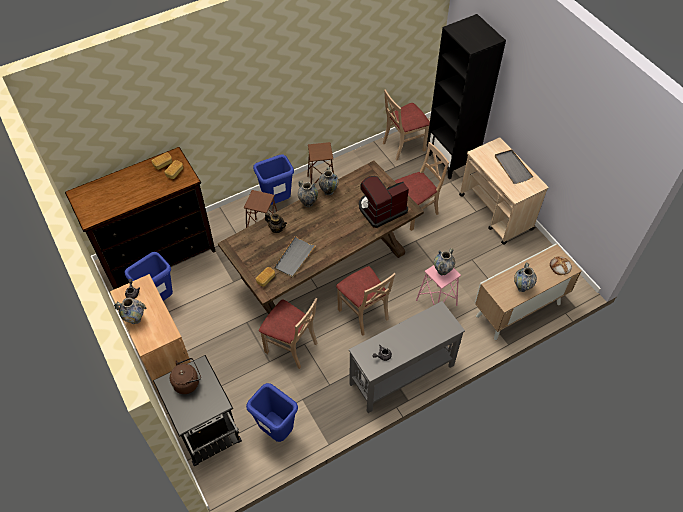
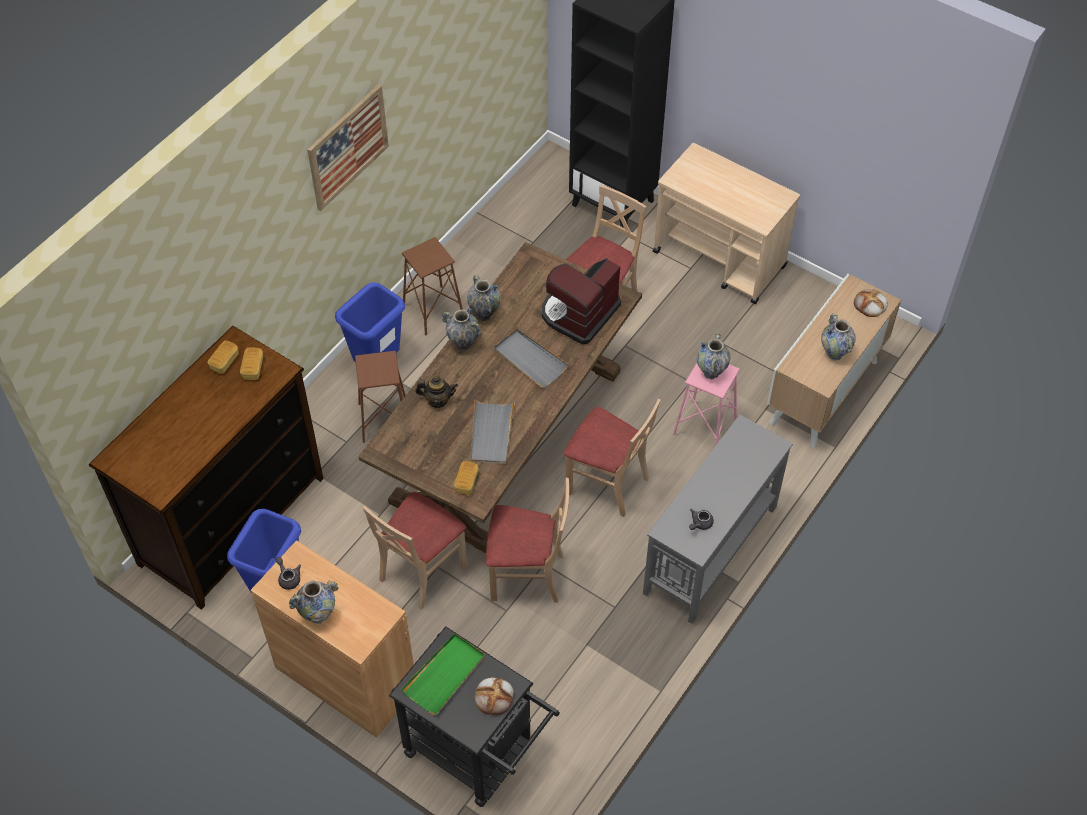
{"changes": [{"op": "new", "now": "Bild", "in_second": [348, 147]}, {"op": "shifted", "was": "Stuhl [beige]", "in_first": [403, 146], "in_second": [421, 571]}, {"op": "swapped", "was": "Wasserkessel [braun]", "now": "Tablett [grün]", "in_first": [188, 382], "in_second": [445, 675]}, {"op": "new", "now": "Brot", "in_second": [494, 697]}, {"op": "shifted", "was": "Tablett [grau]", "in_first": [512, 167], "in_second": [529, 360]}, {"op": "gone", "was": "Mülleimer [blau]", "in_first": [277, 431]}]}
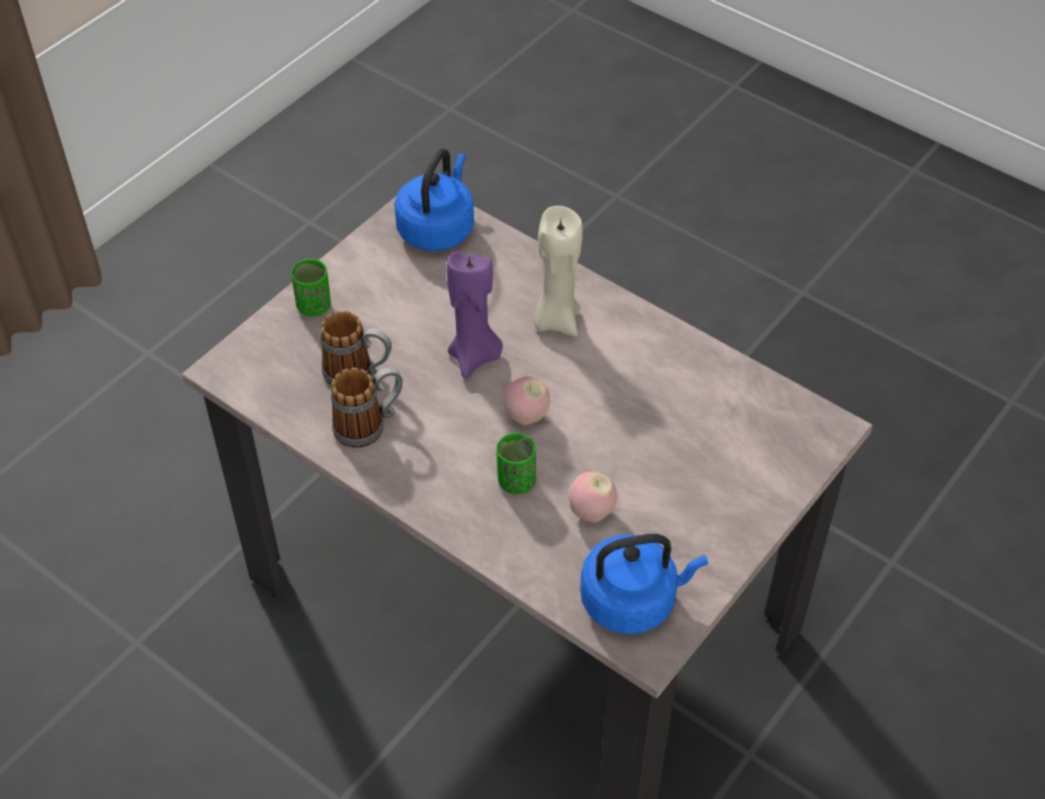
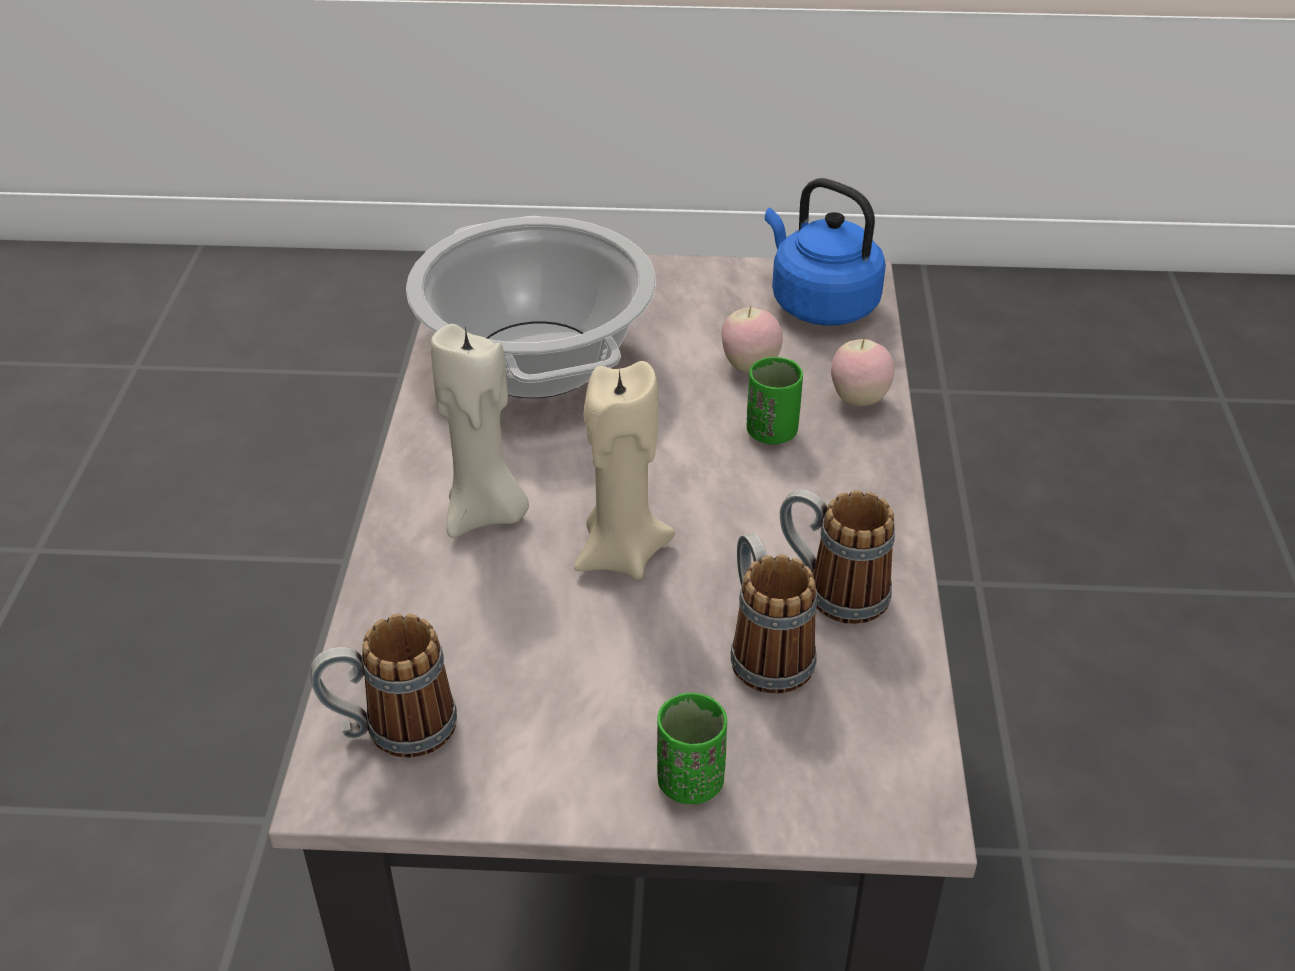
{"changes": [{"op": "swapped", "was": "Wasserkessel [blau]", "now": "Henkelbecher", "in_first": [437, 228], "in_second": [392, 730]}, {"op": "new", "now": "Kochtopf", "in_second": [537, 361]}, {"op": "repainted", "was": "Kerze [lila]", "now": "Kerze [beige]", "in_first": [475, 357], "in_second": [621, 555]}, {"op": "shifted", "was": "Apfel", "in_first": [526, 416], "in_second": [858, 400]}]}
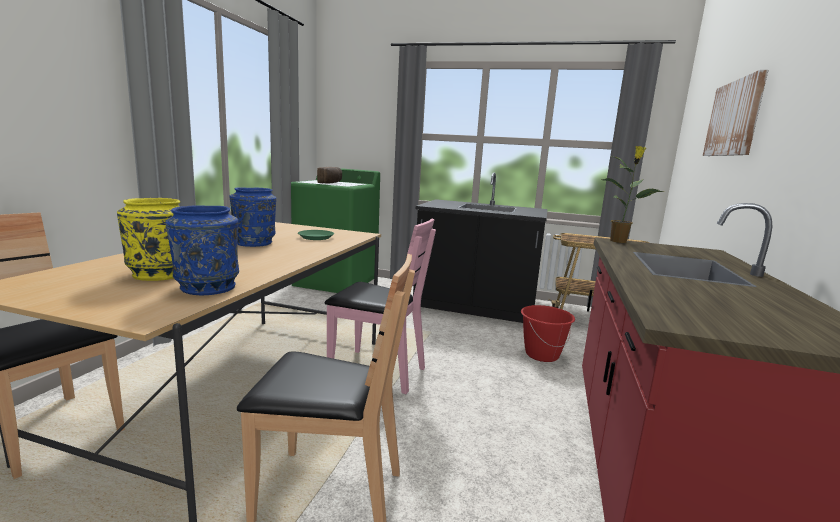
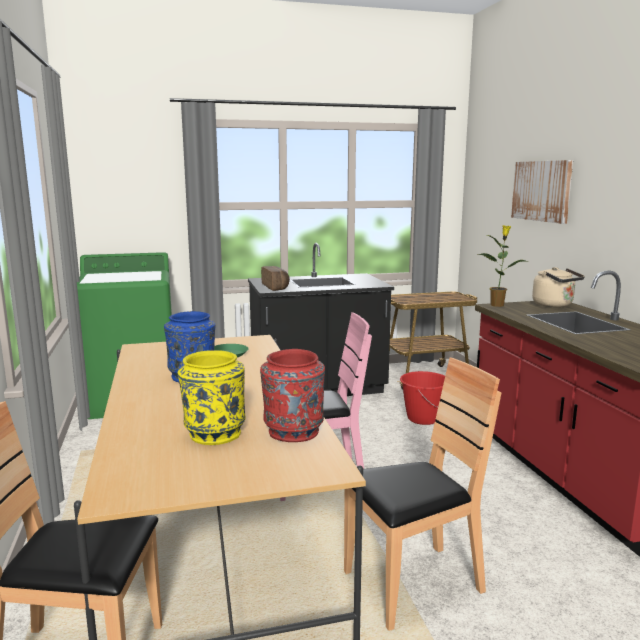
{"changes": [{"op": "repainted", "was": "Vase [blau]", "now": "Vase [rot]", "in_first": [207, 288], "in_second": [293, 432]}, {"op": "shifted", "was": "Brot", "in_first": [331, 183], "in_second": [276, 287]}, {"op": "new", "now": "Wasserkessel [beige]", "in_second": [555, 305]}]}
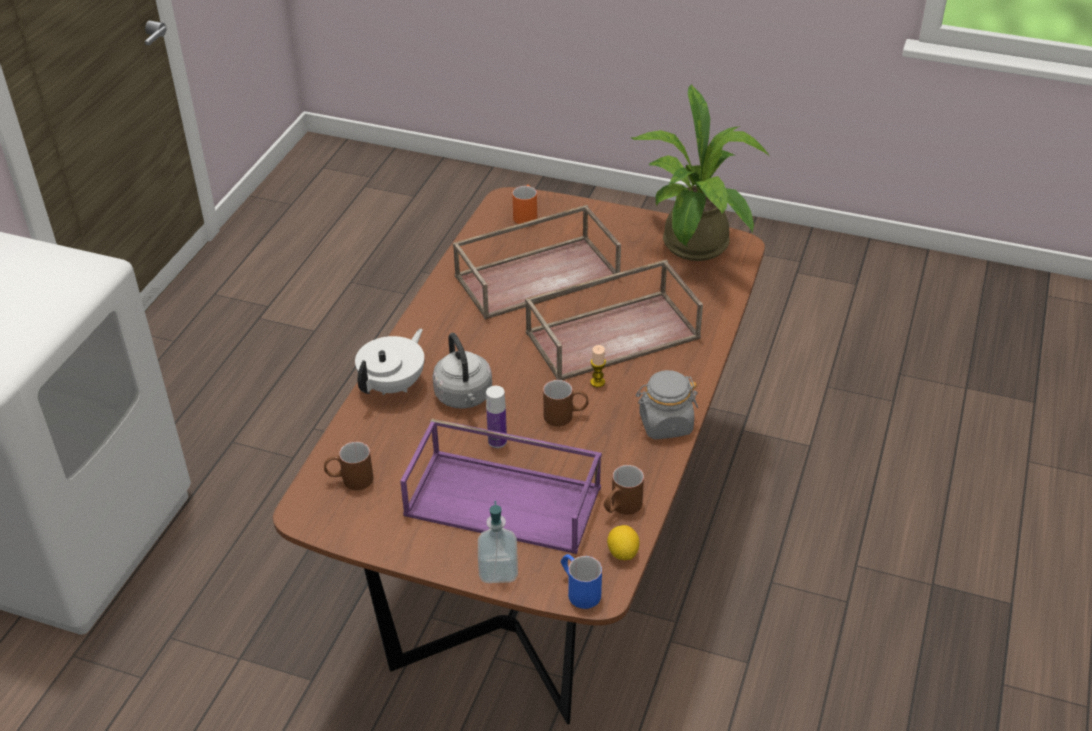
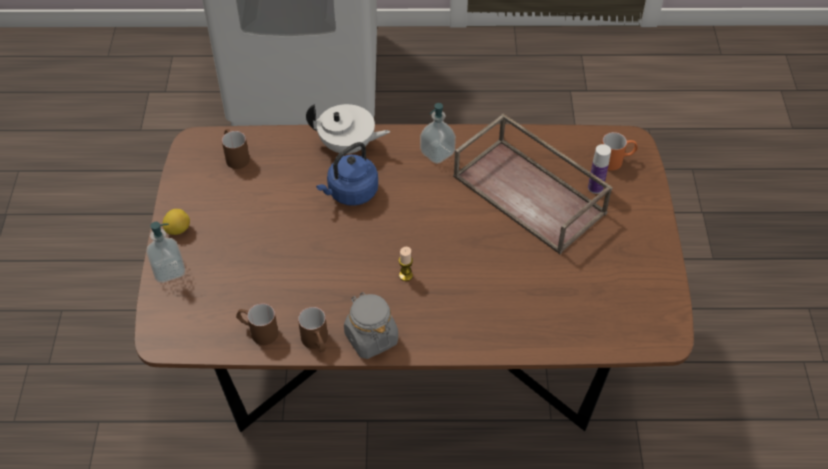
{"changes": [{"op": "shifted", "was": "Zitrone", "in_first": [623, 553], "in_second": [178, 229]}, {"op": "shifted", "was": "Henkelbecher [braun]", "in_first": [565, 416], "in_second": [317, 343]}, {"op": "repainted", "was": "Wasserkessel [grau]", "now": "Wasserkessel [blau]", "in_first": [464, 397], "in_second": [350, 193]}, {"op": "new", "now": "Seifenspender", "in_second": [437, 153]}, {"op": "shifted", "was": "Flasche", "in_first": [497, 441], "in_second": [595, 188]}, {"op": "gone", "was": "Tablett [lila]", "in_first": [505, 500]}, {"op": "gone", "was": "Tablett [braun]", "in_first": [613, 334]}, {"op": "gone", "was": "Henkelbecher [blau]", "in_first": [579, 590]}, {"op": "gone", "was": "Topfpflanze", "in_first": [694, 249]}]}
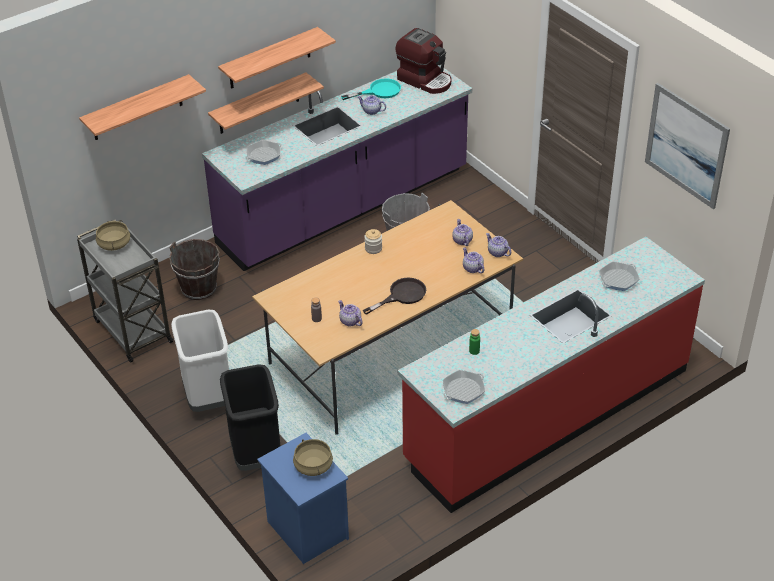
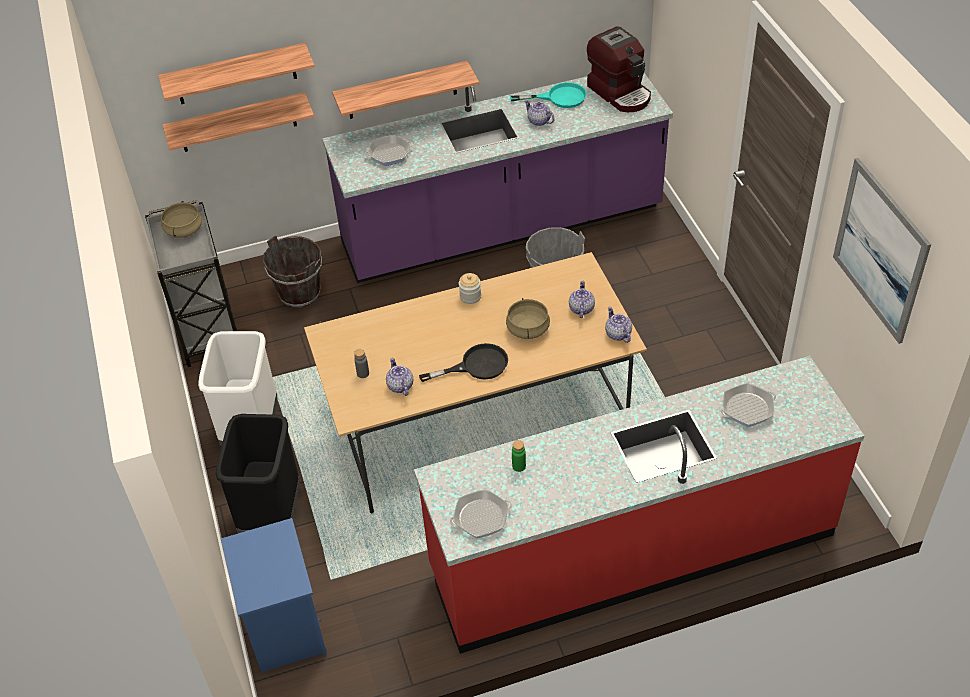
{"changes": [{"op": "shifted", "was": "Wandregal", "in_first": [269, 59], "in_second": [237, 123]}, {"op": "shifted", "was": "Kochtopf [beige]", "in_first": [313, 466], "in_second": [527, 329]}, {"op": "gone", "was": "Teekanne", "in_first": [472, 268]}]}
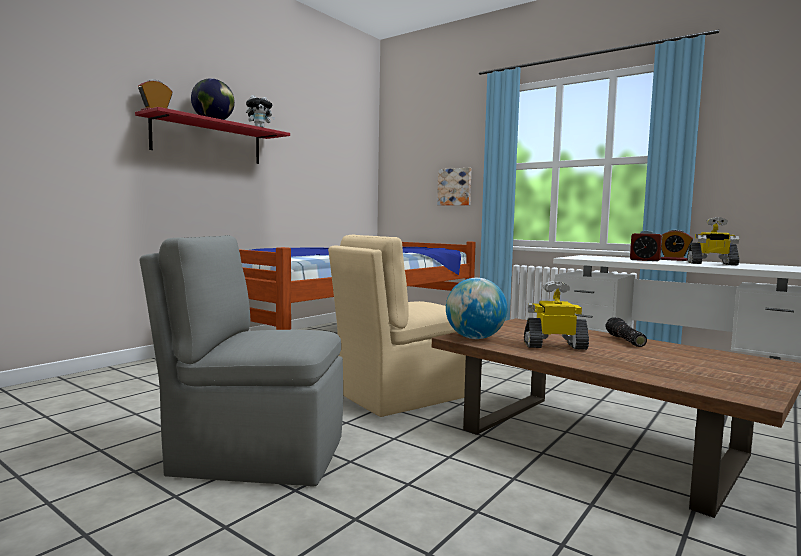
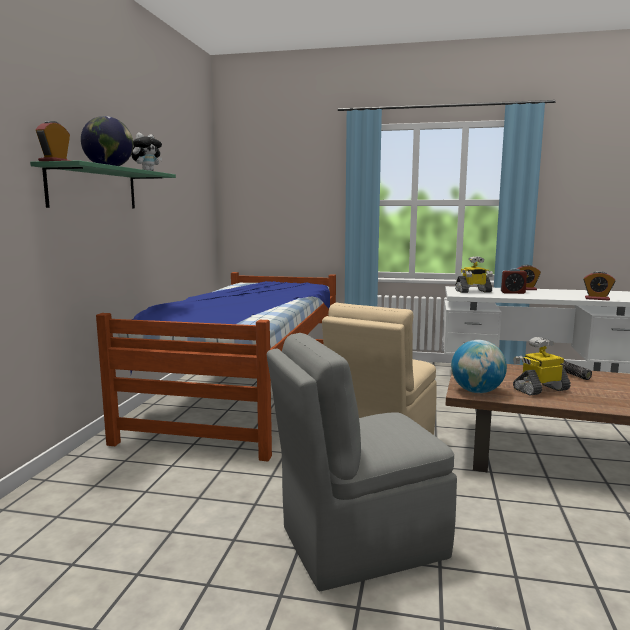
{"changes": [{"op": "repainted", "was": "Wandregal [rot]", "now": "Wandregal [grün]", "in_first": [208, 141], "in_second": [94, 188]}, {"op": "shifted", "was": "Spielzeugroboter", "in_first": [711, 264], "in_second": [473, 291]}, {"op": "new", "now": "Wecker", "in_second": [597, 299]}, {"op": "gone", "was": "Bild", "in_first": [455, 187]}]}
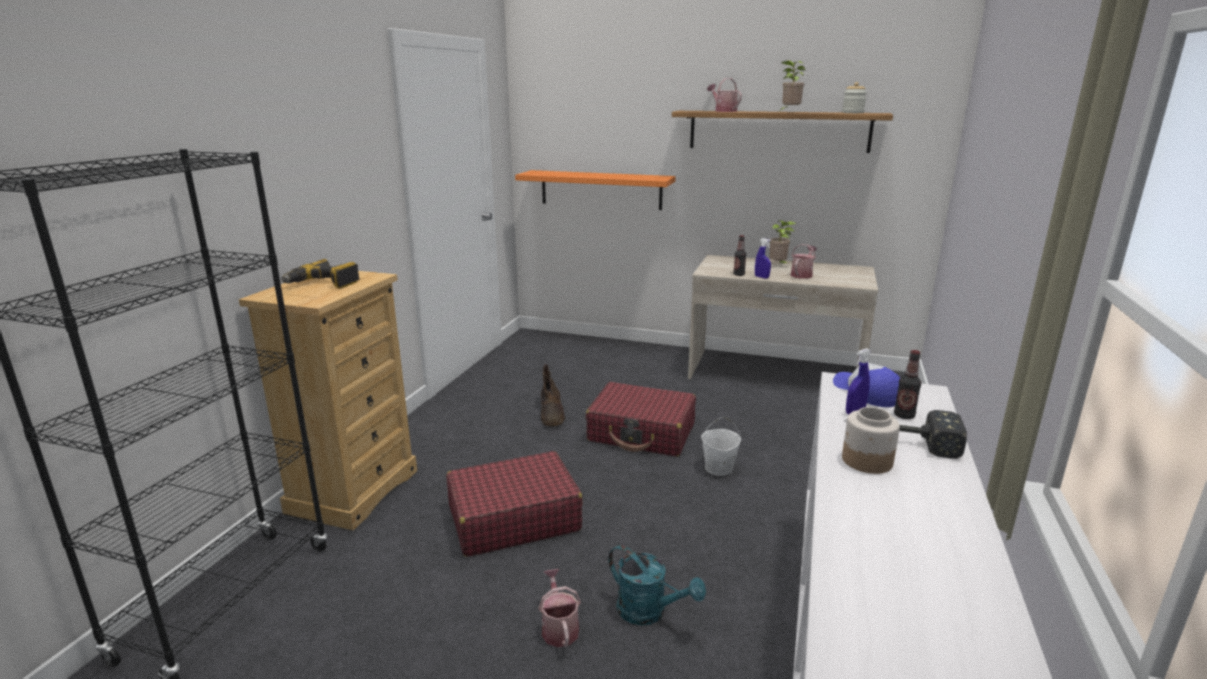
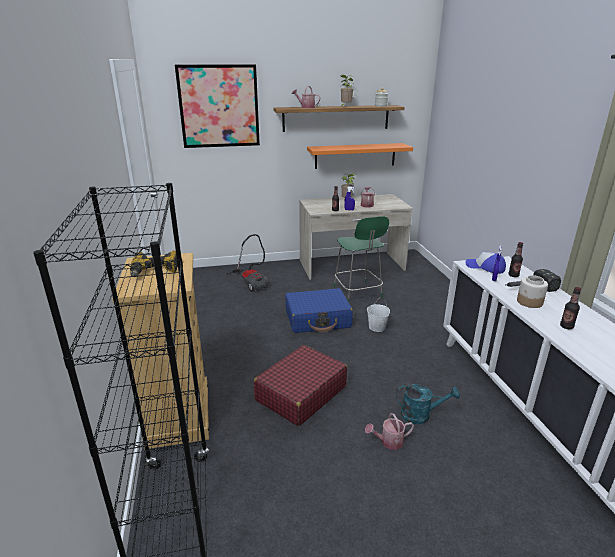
{"changes": [{"op": "new", "now": "Bild", "in_second": [219, 106]}, {"op": "new", "now": "Staubsauger", "in_second": [251, 282]}, {"op": "repainted", "was": "Koffer [rot]", "now": "Koffer [blau]", "in_first": [642, 433], "in_second": [318, 319]}, {"op": "shifted", "was": "Wandregal [orange]", "in_first": [601, 189], "in_second": [355, 155]}, {"op": "new", "now": "Hocker [grün]", "in_second": [358, 293]}, {"op": "rotated", "was": "Gießkanne", "in_first": [559, 627], "in_second": [388, 442], "clockwise": -60}, {"op": "new", "now": "Flasche", "in_second": [566, 326]}, {"op": "gone", "was": "Stiefel [braun]", "in_first": [552, 414]}]}
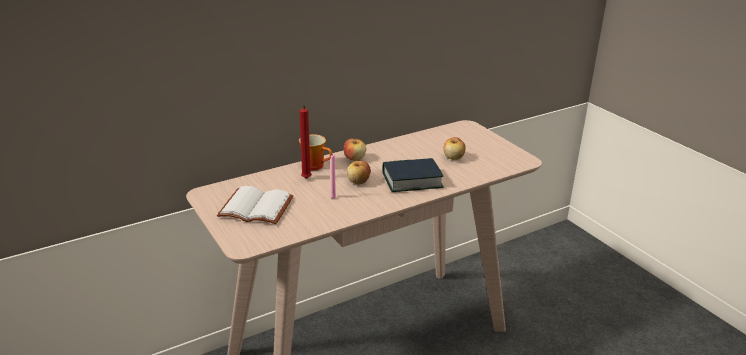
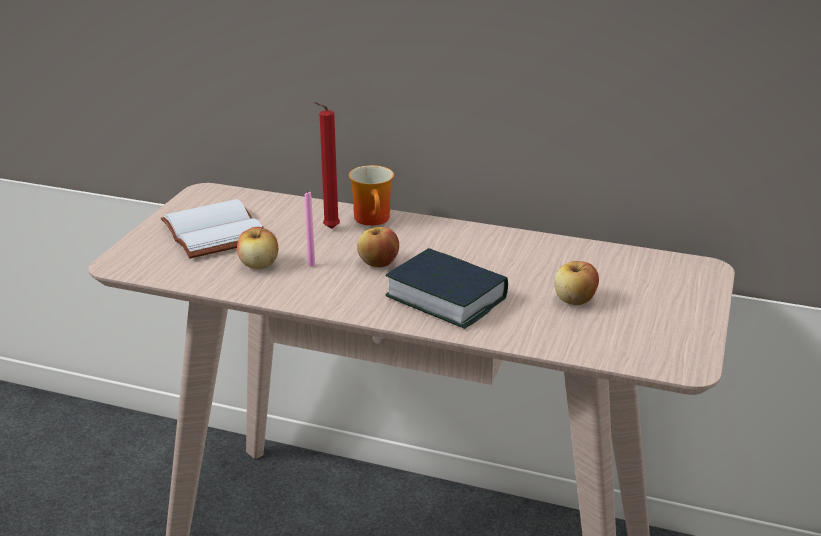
{"changes": [{"op": "shifted", "was": "Apfel", "in_first": [354, 158], "in_second": [259, 265]}]}
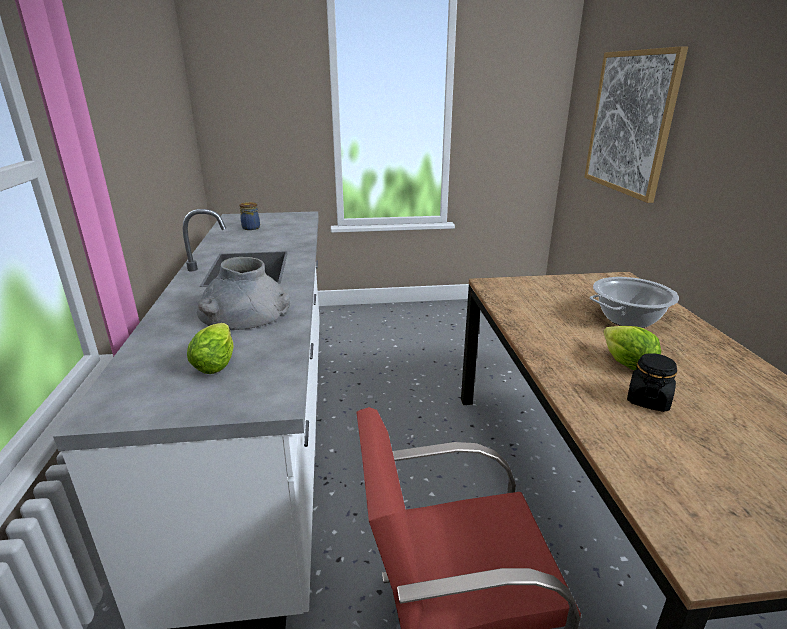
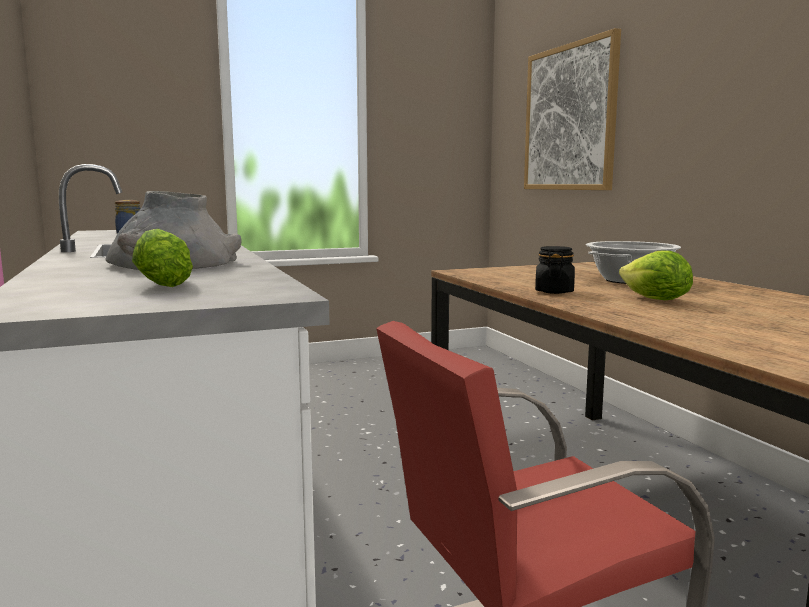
{"changes": [{"op": "shifted", "was": "Vorratsglas [schwarz]", "in_first": [648, 400], "in_second": [554, 291]}]}
